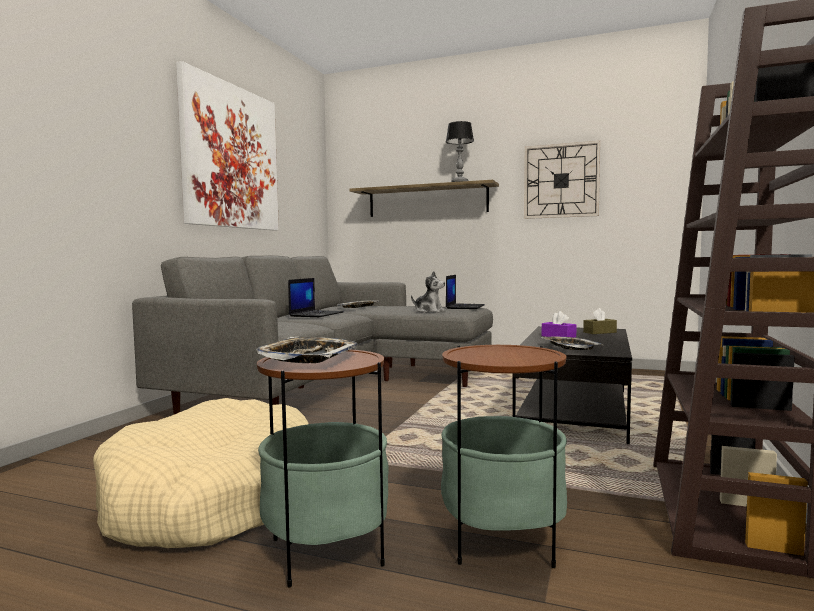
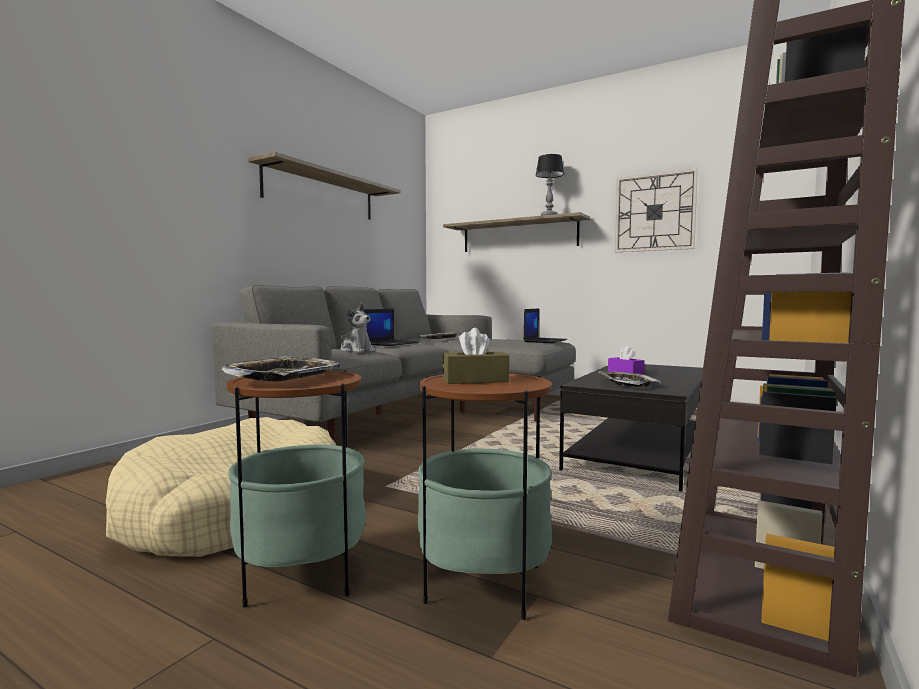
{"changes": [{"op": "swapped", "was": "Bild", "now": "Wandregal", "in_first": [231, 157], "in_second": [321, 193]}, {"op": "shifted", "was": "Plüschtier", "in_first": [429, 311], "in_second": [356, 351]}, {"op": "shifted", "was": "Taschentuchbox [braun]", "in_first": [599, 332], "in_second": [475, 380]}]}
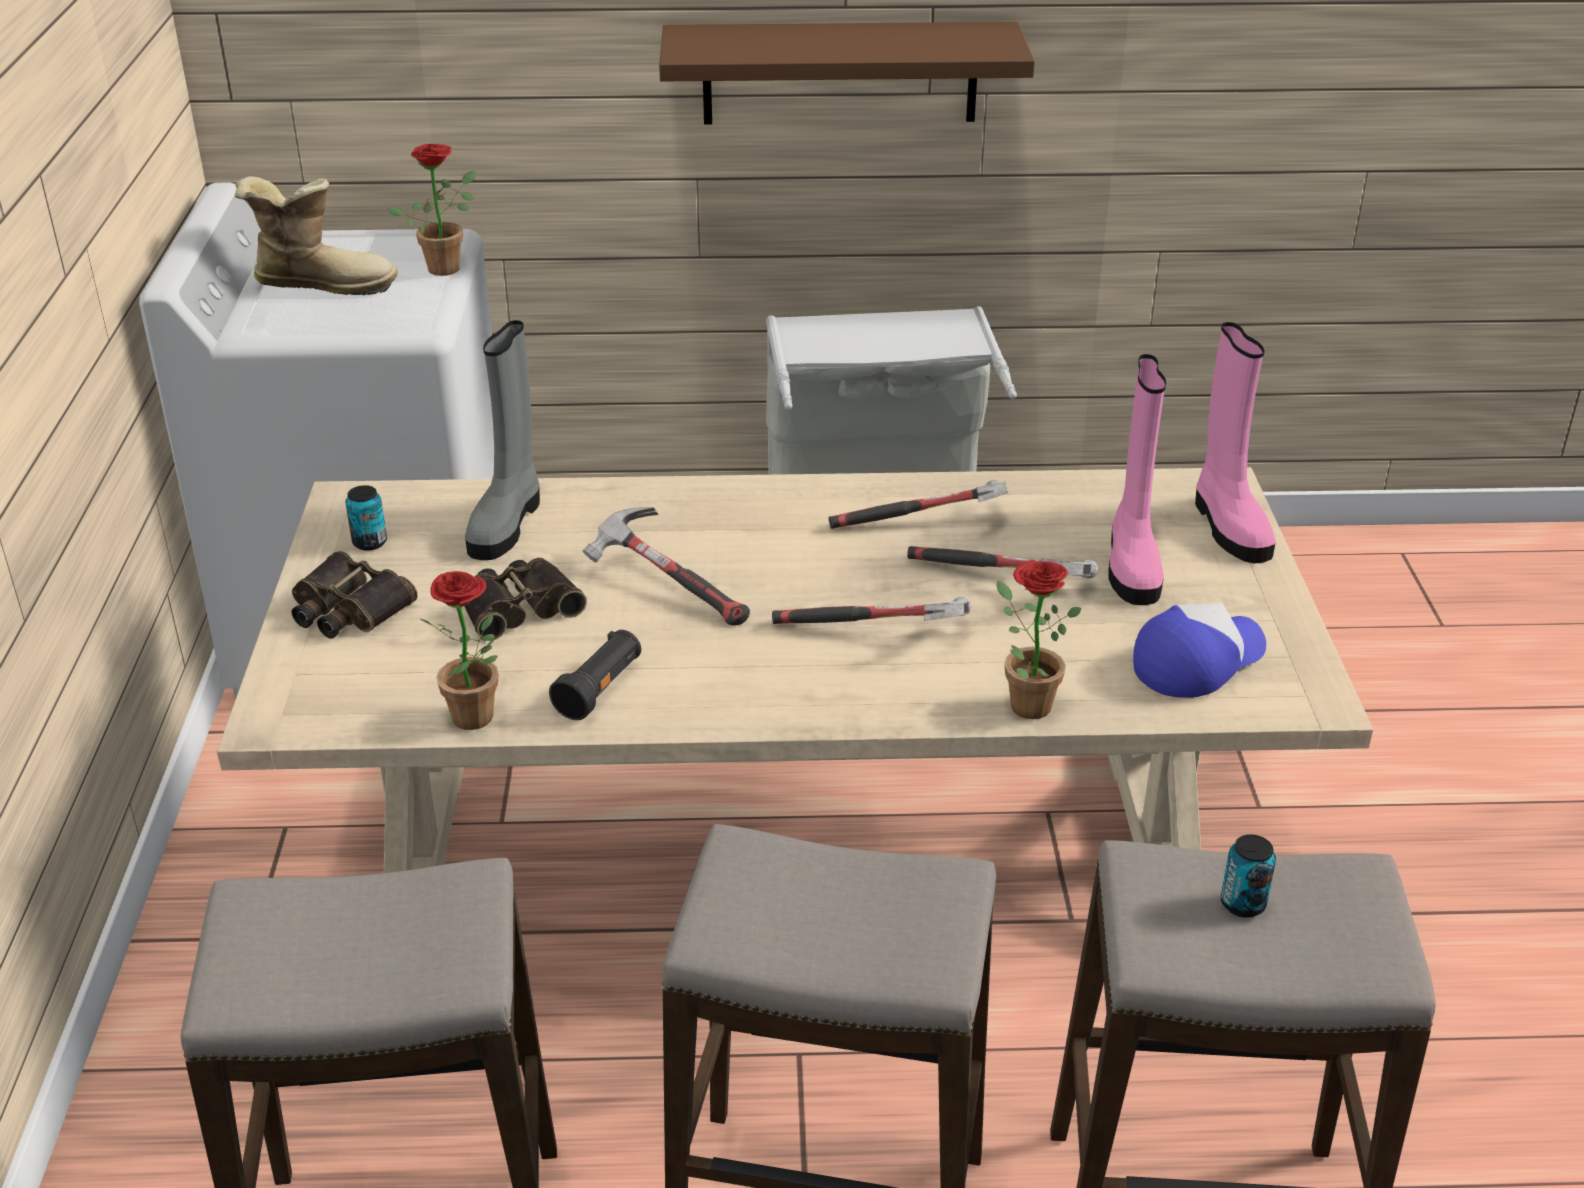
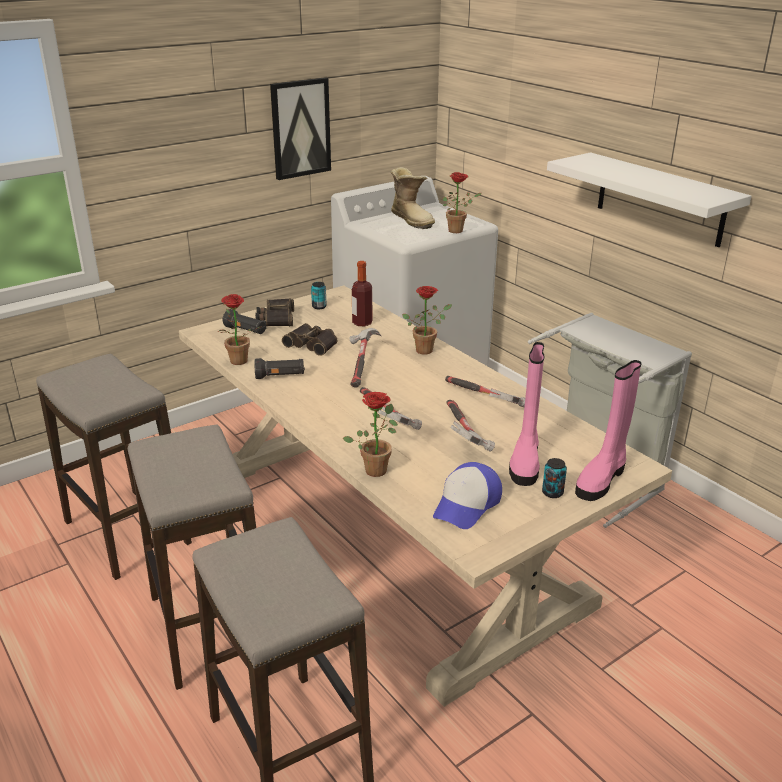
{"changes": [{"op": "new", "now": "Taschenlampe [schwarz]", "in_second": [246, 331]}, {"op": "new", "now": "Bild", "in_second": [300, 128]}, {"op": "swapped", "was": "Stiefel [grau]", "now": "Flasche", "in_first": [506, 523], "in_second": [362, 323]}, {"op": "new", "now": "Topfpflanze", "in_second": [427, 349]}, {"op": "rotated", "was": "Kappe", "in_first": [1197, 660], "in_second": [467, 504], "clockwise": 105}, {"op": "rotated", "was": "Stiefel [rosa]", "in_first": [1131, 564], "in_second": [525, 462], "clockwise": -45}, {"op": "shifted", "was": "Dose", "in_first": [1242, 904], "in_second": [552, 493]}, {"op": "repainted", "was": "Wandregal [braun]", "now": "Wandregal [weiß]", "in_first": [840, 73], "in_second": [660, 199]}]}
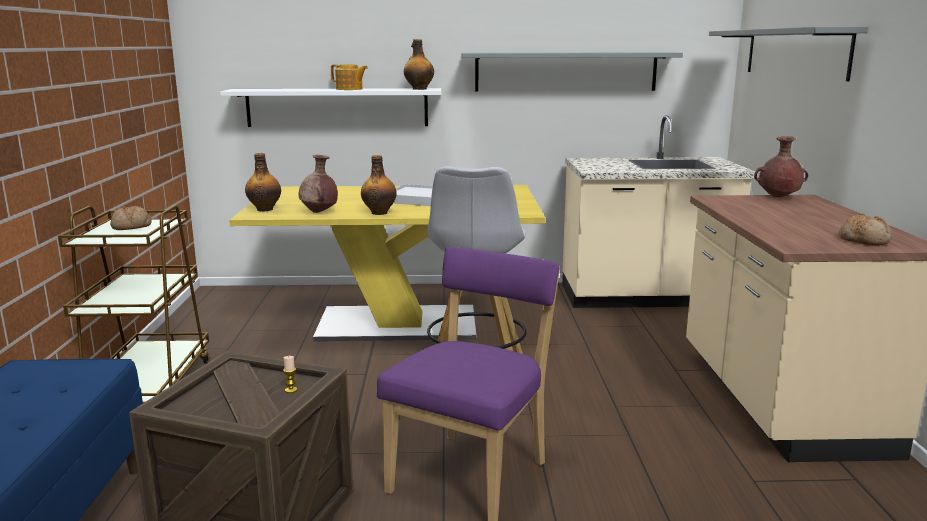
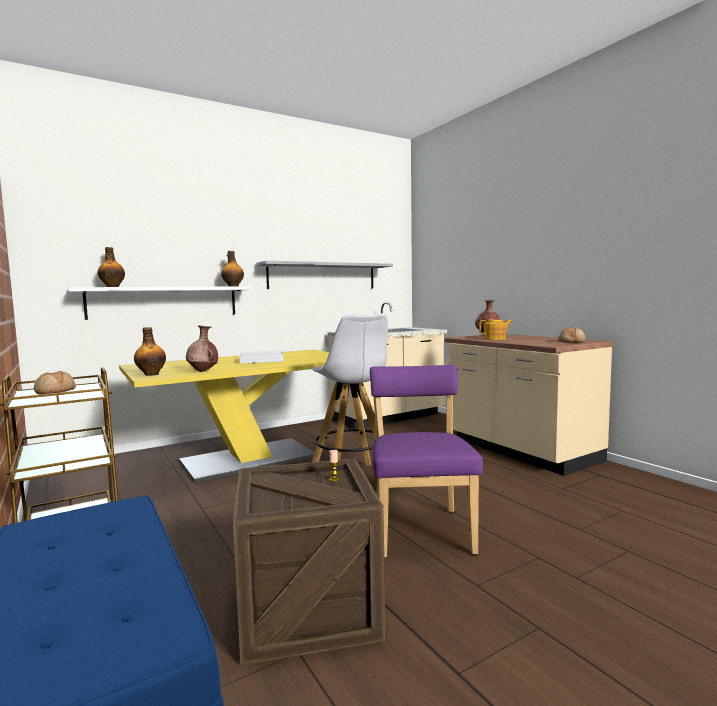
{"changes": [{"op": "shifted", "was": "Flasche", "in_first": [379, 213], "in_second": [112, 287]}, {"op": "shifted", "was": "Teekanne", "in_first": [349, 89], "in_second": [495, 339]}, {"op": "gone", "was": "Wandregal [grau]", "in_first": [795, 52]}]}
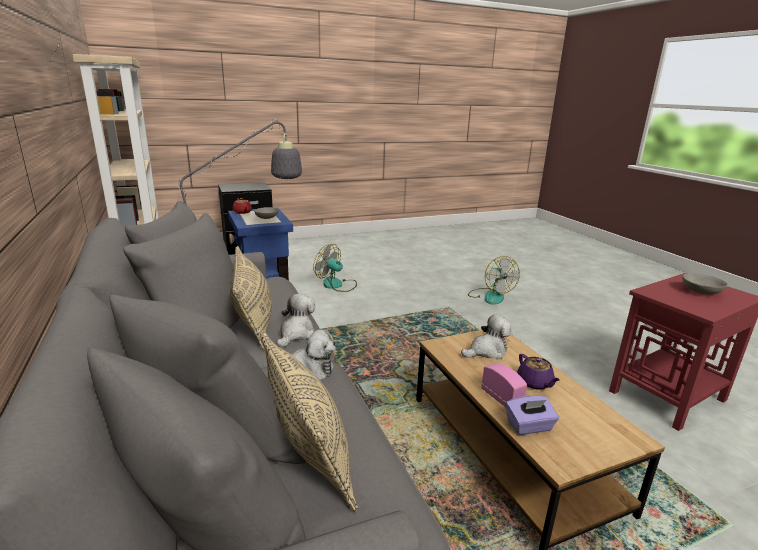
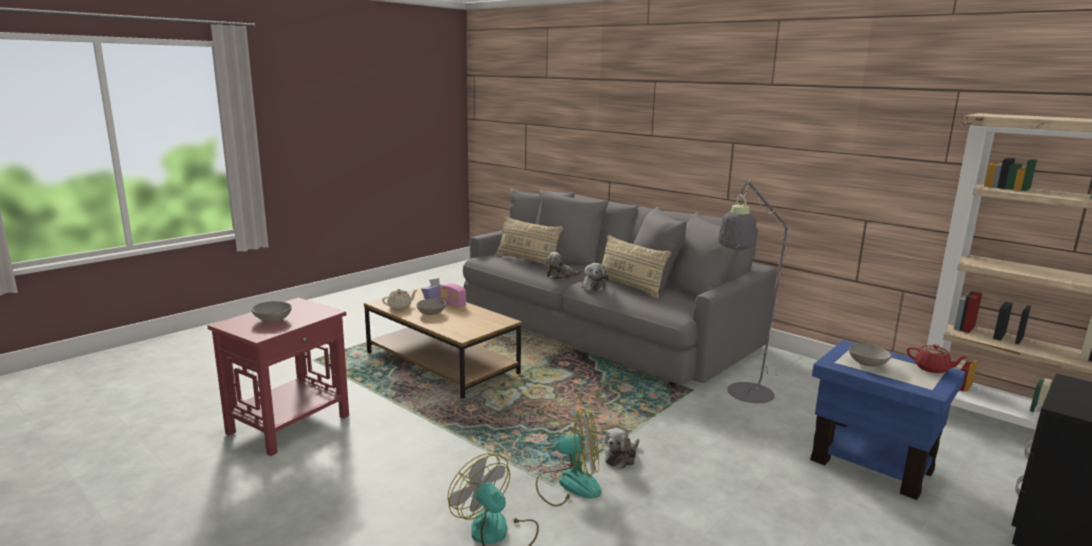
{"changes": [{"op": "new", "now": "Teekanne [beige]", "in_second": [400, 307]}, {"op": "swapped", "was": "Teekanne [lila]", "now": "Schüssel [grau]", "in_first": [535, 383], "in_second": [431, 313]}, {"op": "shifted", "was": "Ventilator", "in_first": [337, 285], "in_second": [569, 484]}, {"op": "shifted", "was": "Plüschtier", "in_first": [487, 351], "in_second": [621, 457]}]}
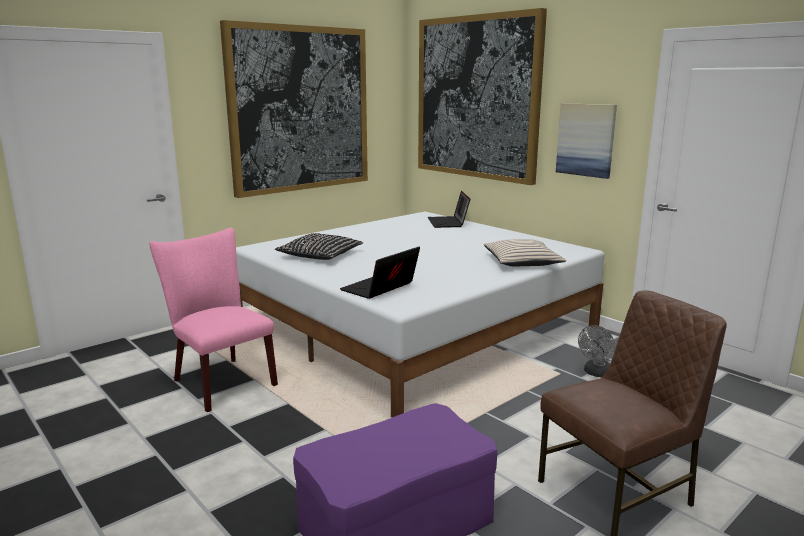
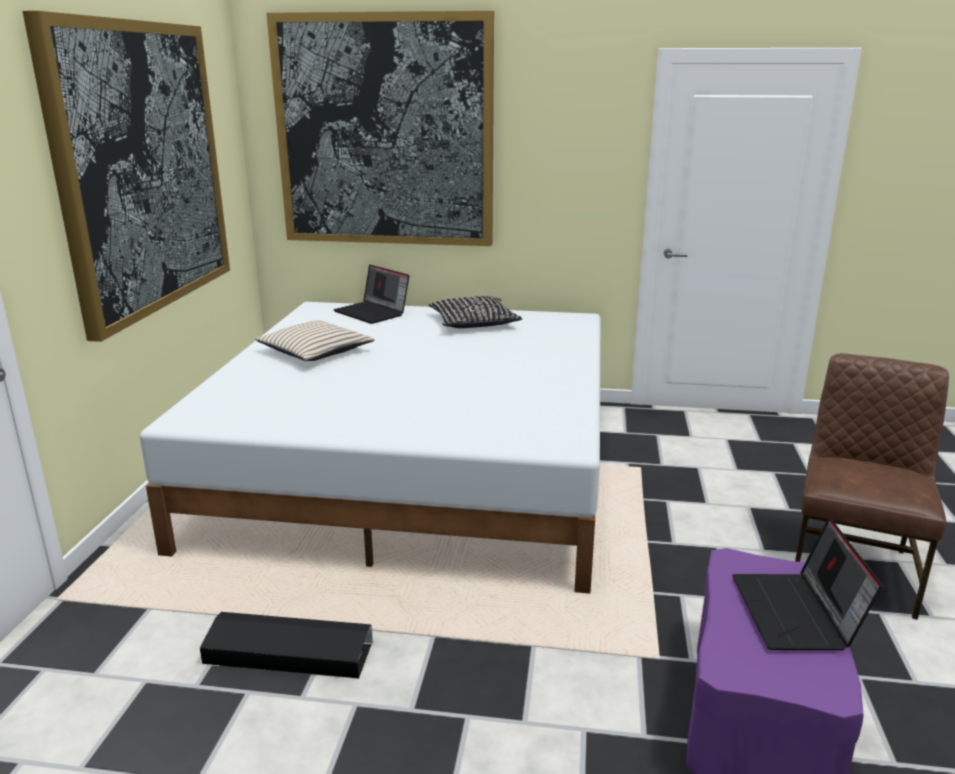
{"changes": [{"op": "swapped", "was": "Stuhl [rosa]", "now": "Aufbewahrungsbox [schwarz]", "in_first": [220, 381], "in_second": [288, 653]}, {"op": "shifted", "was": "Kissen [beige]", "in_first": [522, 262], "in_second": [315, 351]}, {"op": "shifted", "was": "Kissen [schwarz]", "in_first": [320, 255], "in_second": [473, 322]}, {"op": "shifted", "was": "Laptop", "in_first": [380, 289], "in_second": [797, 614]}, {"op": "gone", "was": "Bild", "in_first": [586, 140]}, {"op": "gone", "was": "Ventilator [grau]", "in_first": [596, 373]}]}
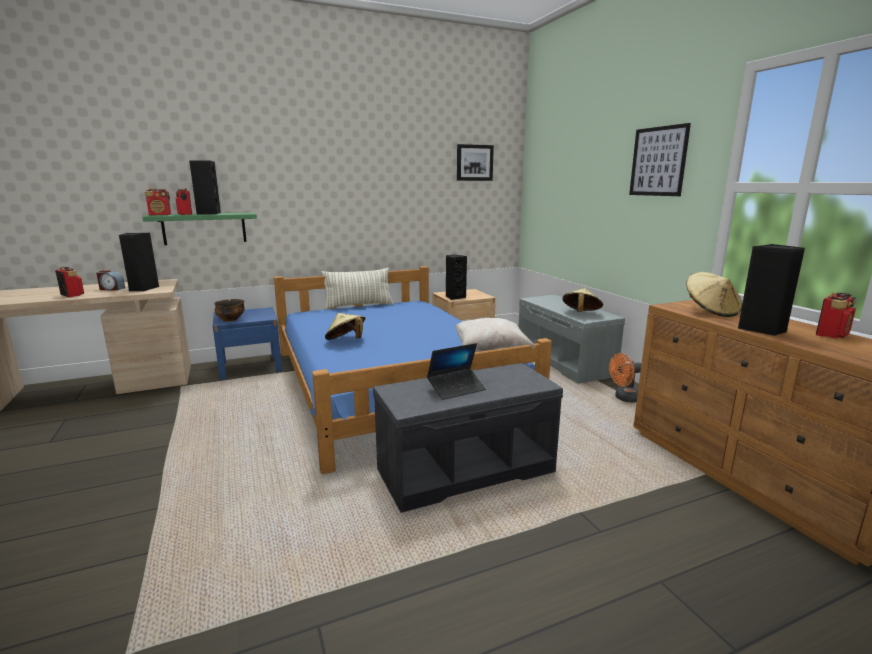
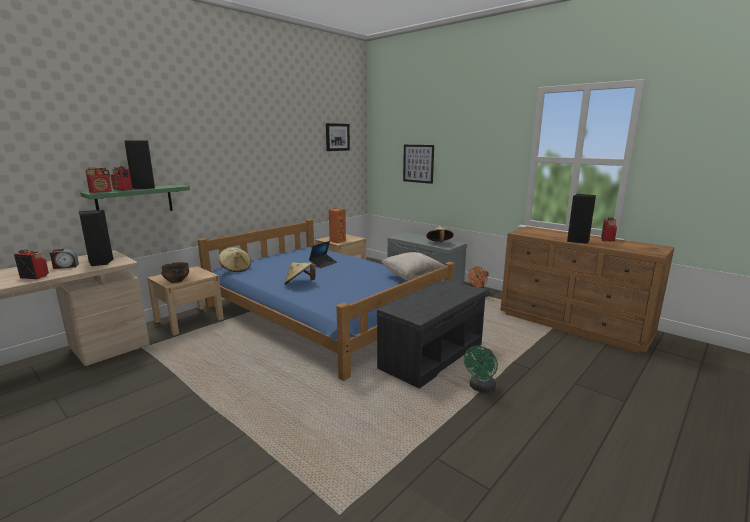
{"changes": [{"op": "repainted", "was": "Nachttisch [blau]", "now": "Nachttisch [beige]", "in_first": [250, 366], "in_second": [189, 320]}, {"op": "shifted", "was": "Hut [beige]", "in_first": [710, 311], "in_second": [236, 269]}, {"op": "shifted", "was": "Laptop", "in_first": [456, 389], "in_second": [323, 263]}, {"op": "repainted", "was": "Lautsprecher [schwarz]", "now": "Lautsprecher [orange]", "in_first": [454, 297], "in_second": [337, 241]}, {"op": "shifted", "was": "Bild", "in_first": [658, 161], "in_second": [418, 163]}, {"op": "new", "now": "Ventilator [grün]", "in_second": [481, 388]}, {"op": "gone", "was": "Kissen", "in_first": [358, 306]}]}
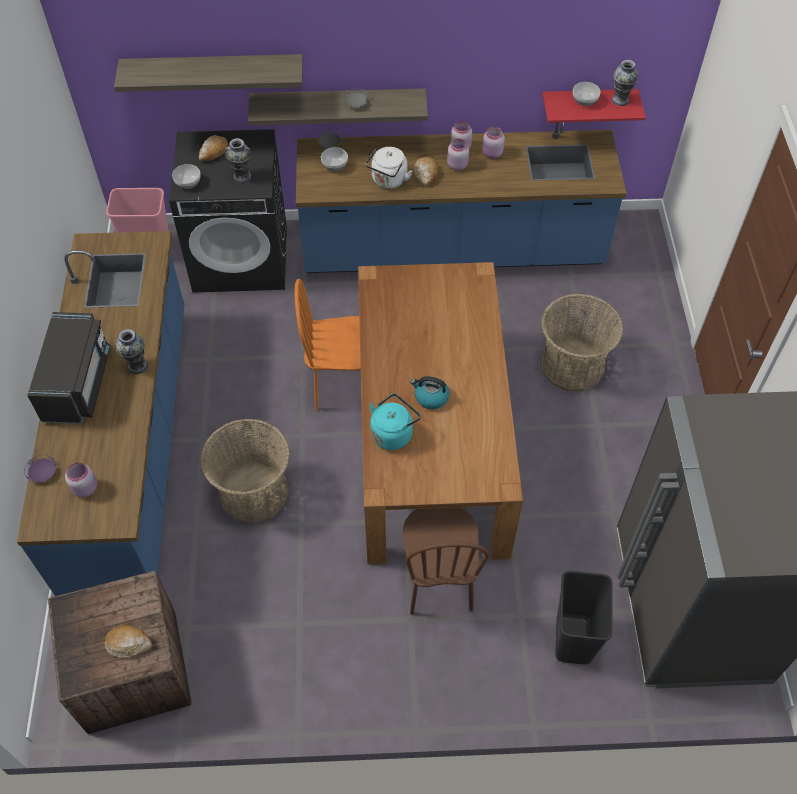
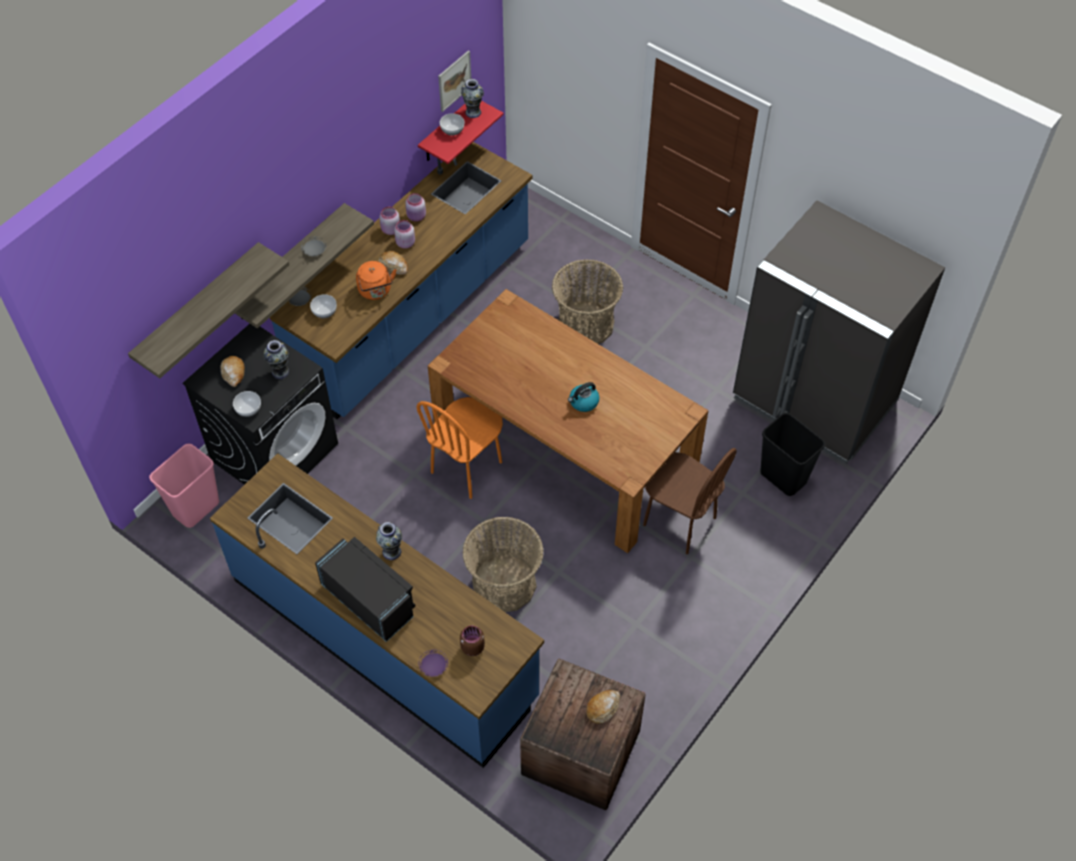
{"changes": [{"op": "repainted", "was": "Wasserkessel [weiß]", "now": "Wasserkessel [orange]", "in_first": [388, 181], "in_second": [376, 291]}, {"op": "new", "now": "Bild", "in_second": [454, 80]}, {"op": "repainted", "was": "Vorratsglas [rosa]", "now": "Vorratsglas [braun]", "in_first": [85, 487], "in_second": [472, 647]}, {"op": "gone", "was": "Wasserkessel [türkis]", "in_first": [393, 433]}]}
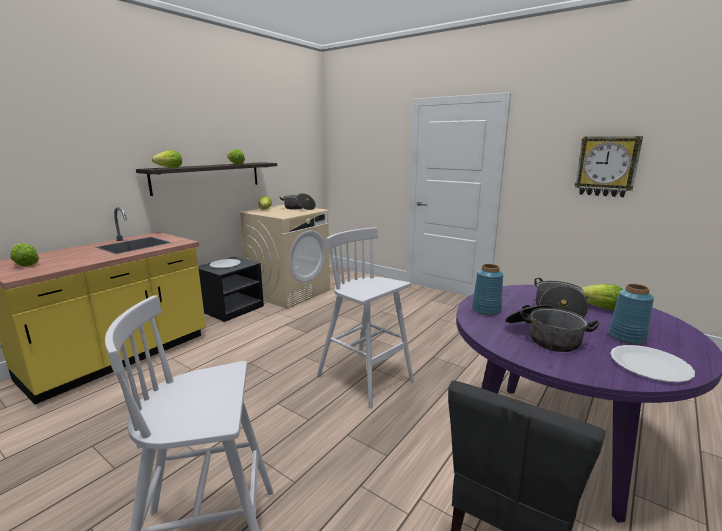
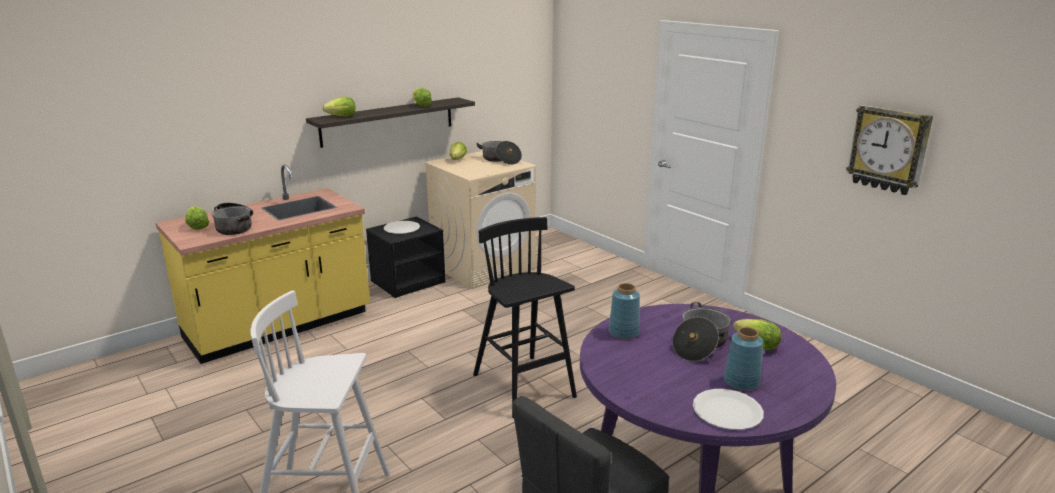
{"changes": [{"op": "shifted", "was": "Kochtopf", "in_first": [544, 337], "in_second": [235, 227]}, {"op": "repainted", "was": "Hocker [weiß]", "now": "Hocker [schwarz]", "in_first": [366, 379], "in_second": [525, 387]}]}
